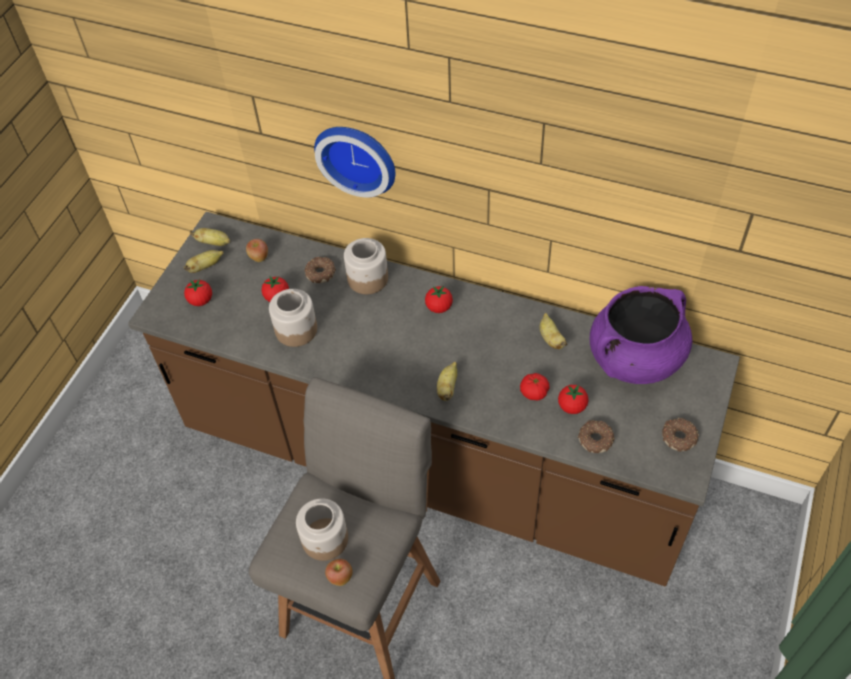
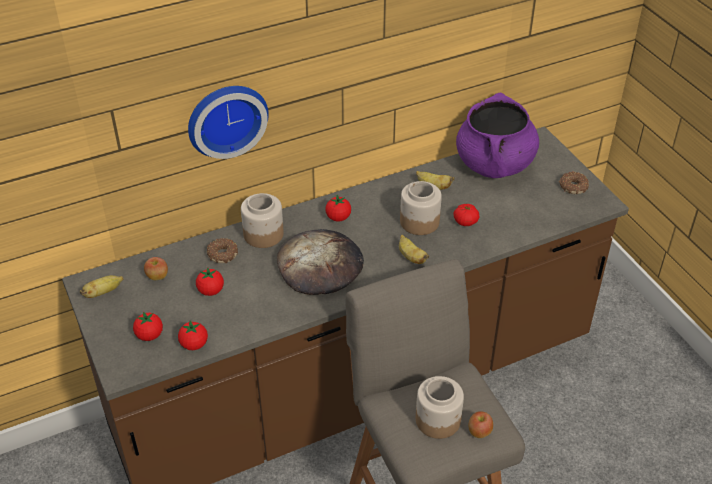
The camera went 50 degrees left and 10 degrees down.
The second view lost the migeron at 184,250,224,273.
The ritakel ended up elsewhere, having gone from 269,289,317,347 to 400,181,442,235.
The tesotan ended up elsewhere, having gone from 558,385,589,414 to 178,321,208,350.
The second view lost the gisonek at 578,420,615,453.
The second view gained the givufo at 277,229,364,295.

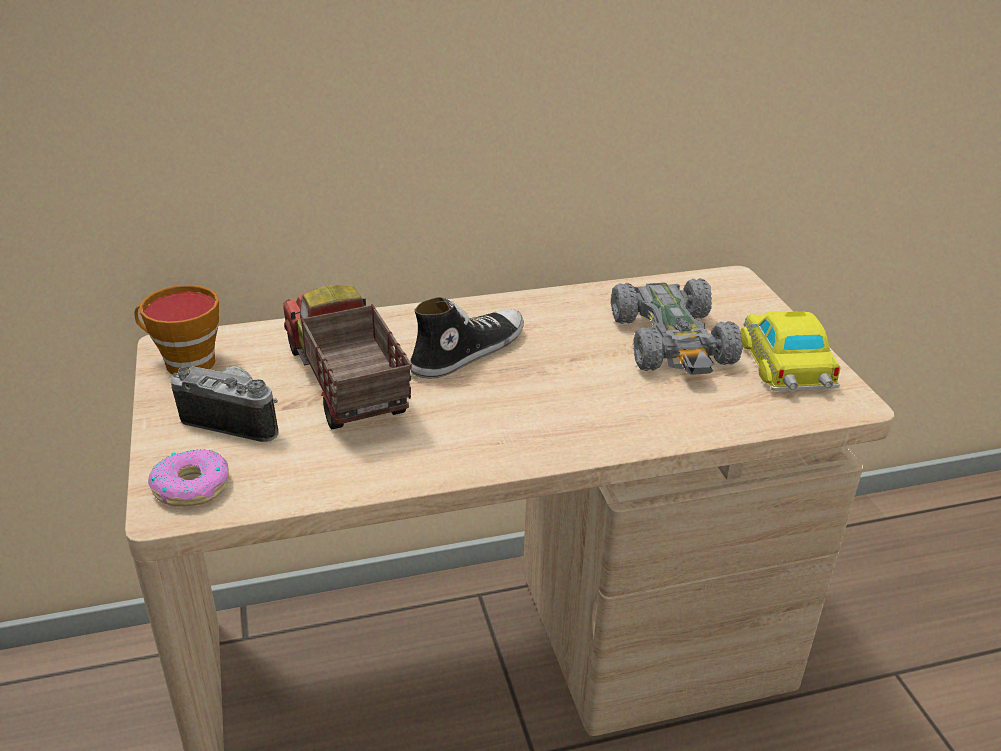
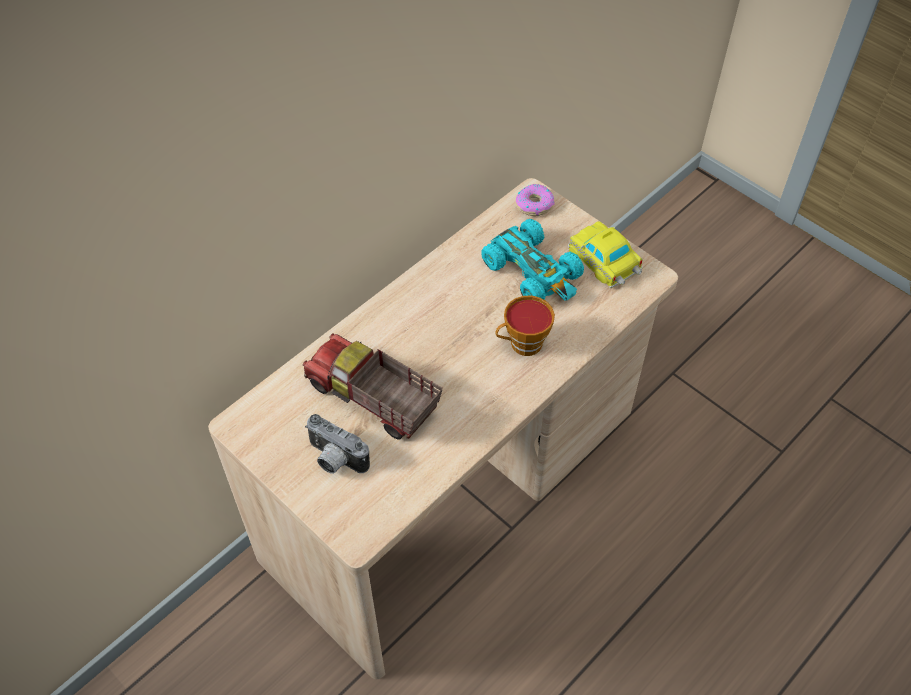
The camera went 30 degrees left and 20 degrees up.
The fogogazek ended up elsewhere, having gone from 135,285,219,375 to 495,296,555,356.
The gisonek ended up elsewhere, having gone from 148,449,229,507 to 516,184,555,216.
The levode at 170,366,279,442 ended up facing another way, 135 degrees counterclockwise from before.
The second view lost the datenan at 410,297,524,378.
What was the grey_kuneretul at 611,278,743,375 turned into the turquoise_kuneretul at 481,219,584,301.

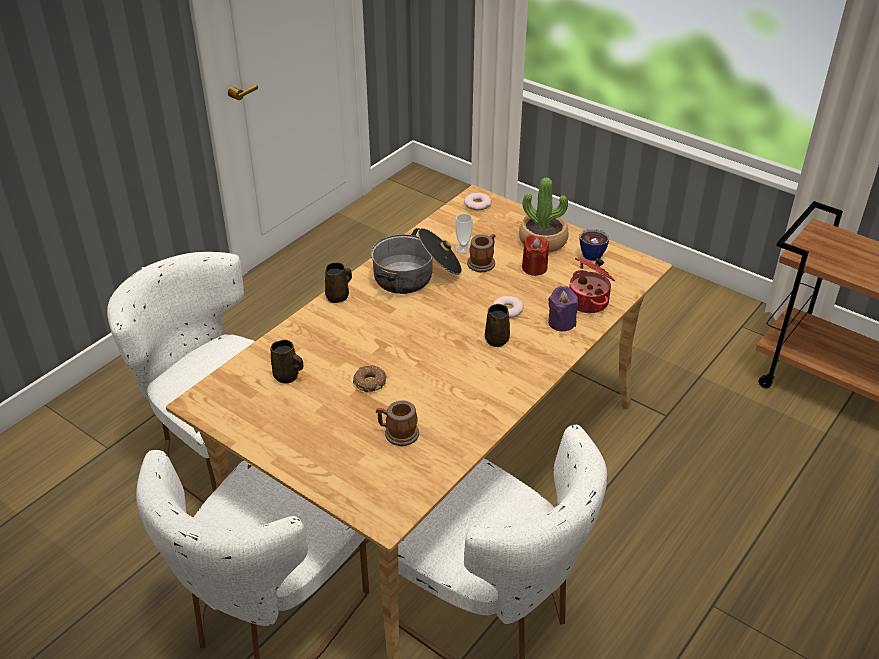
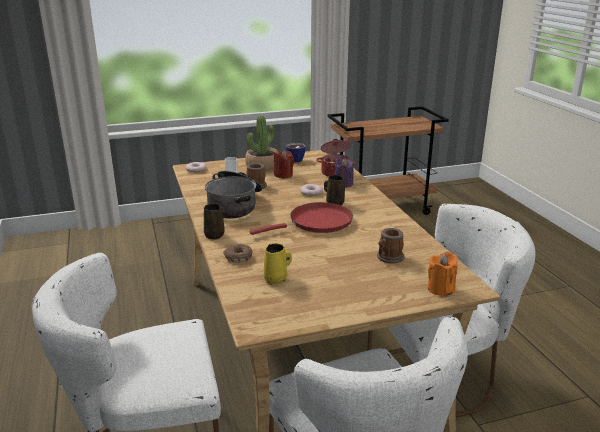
The camera went 55 degrees left and 15 degrees down.
What was the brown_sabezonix at 270,339,303,384 turned into the yellow_sabezonix at 264,243,292,284.
The gisonek ended up elsewhere, having gone from 353,365,387,392 to 223,243,253,263.
The second view gained the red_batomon at 249,202,353,235.
The second view gained the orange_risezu at 428,252,458,297.

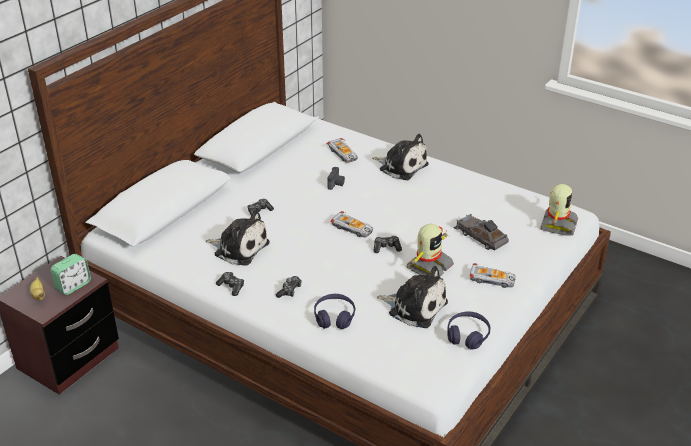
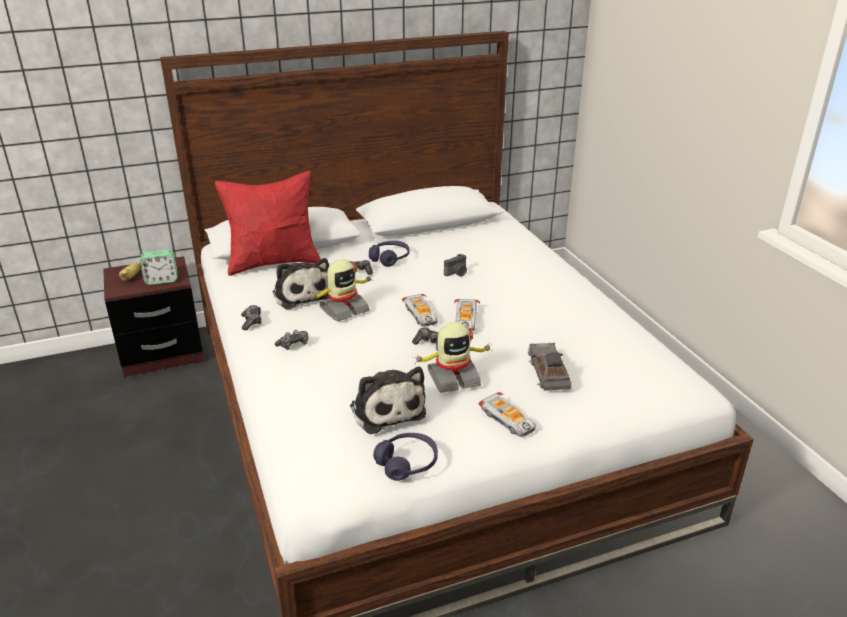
The camera went 35 degrees right and 5 degrees down.
The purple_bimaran ended up elsewhere, having gone from 314,294,355,329 to 369,241,409,267.
The kuneretul ended up elsewhere, having gone from 327,138,358,163 to 454,299,480,332.
The second view lost the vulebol at 372,134,429,180.
The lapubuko ended up elsewhere, having gone from 540,184,578,236 to 308,259,373,322.
The second view gained the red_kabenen at 215,171,321,276.

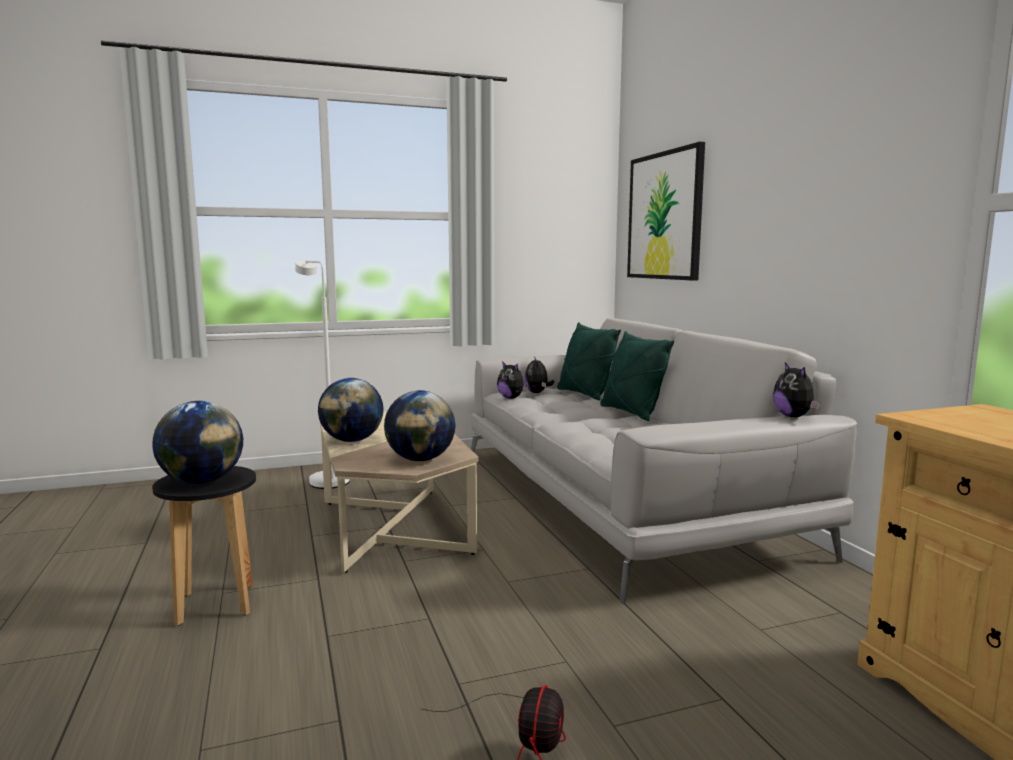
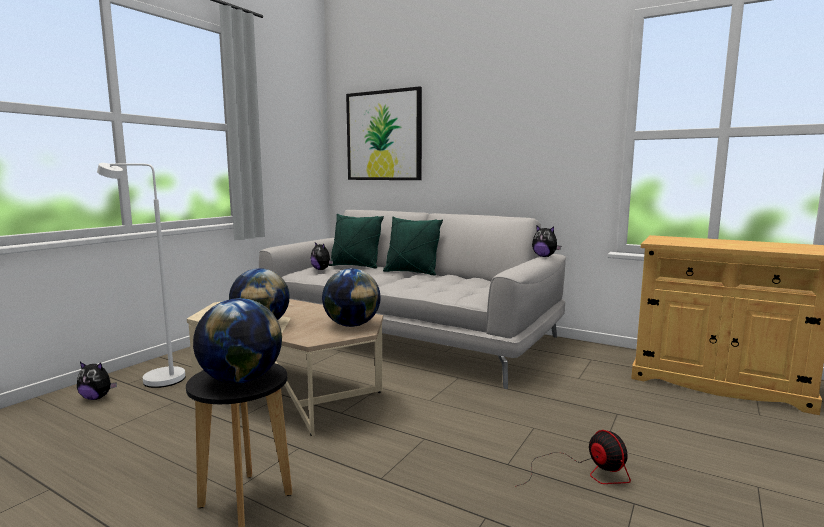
The camera went 40 degrees left and 0 degrees up.
The vulebol ended up elsewhere, having gone from 497,361,528,399 to 77,362,117,400.

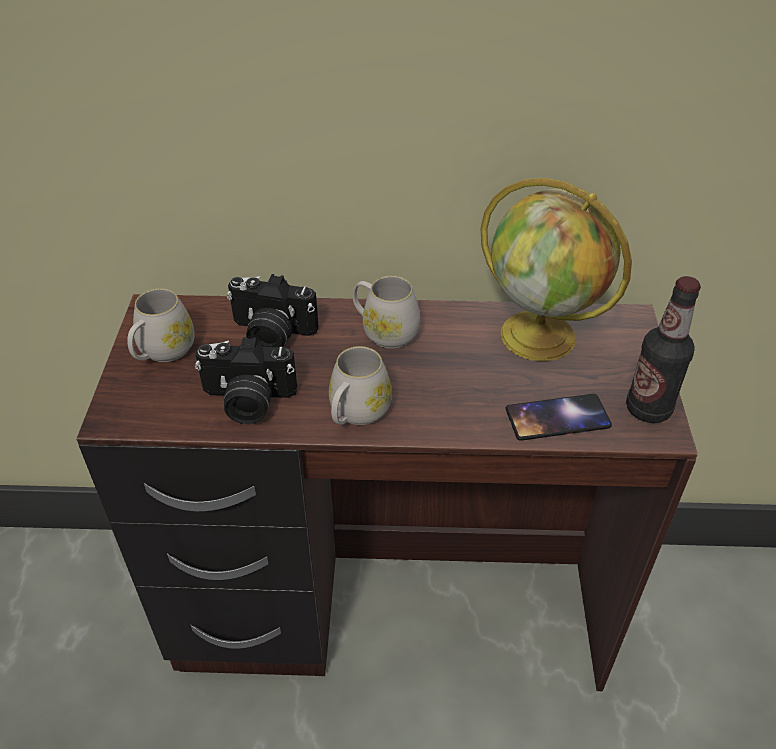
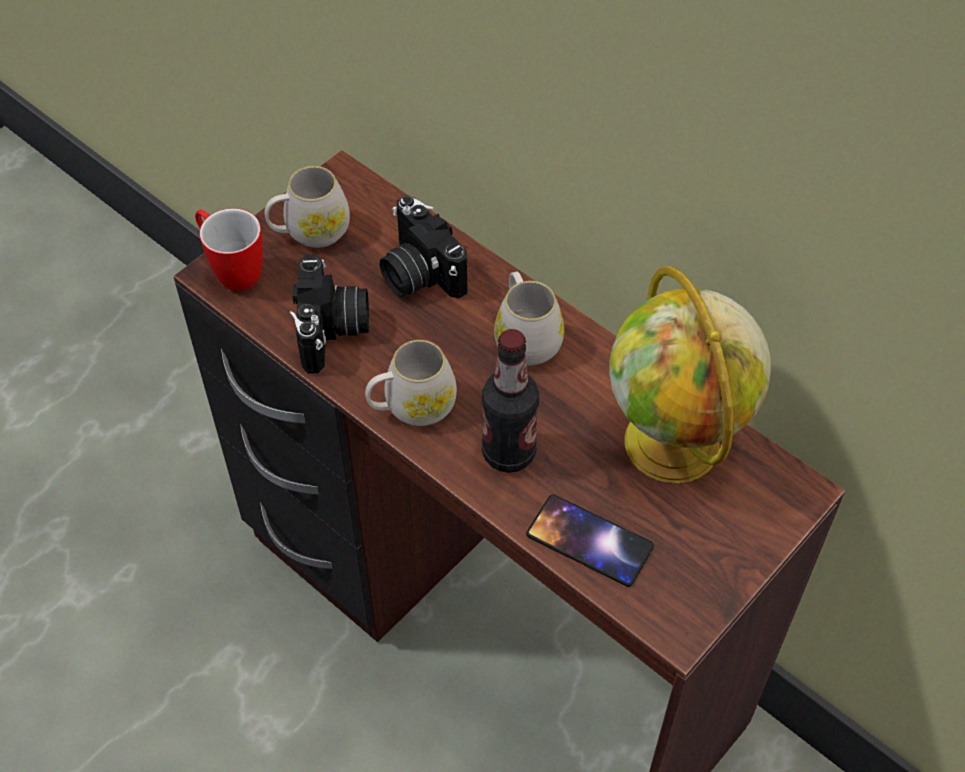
The camera went 40 degrees right and 10 degrees up.
The levode at 195,337,297,424 ended up facing another way, 135 degrees counterclockwise from before.
The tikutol ended up elsewhere, having gone from 626,276,701,423 to 482,329,539,473.
The second view gained the sabezonix at 195,208,263,291.

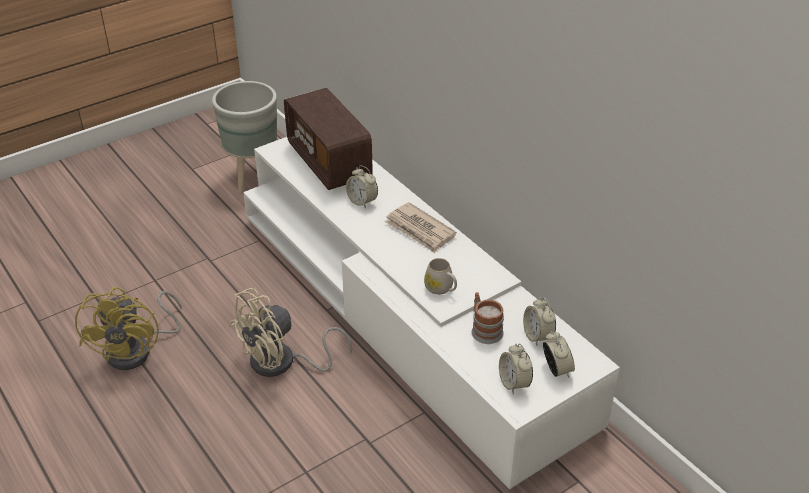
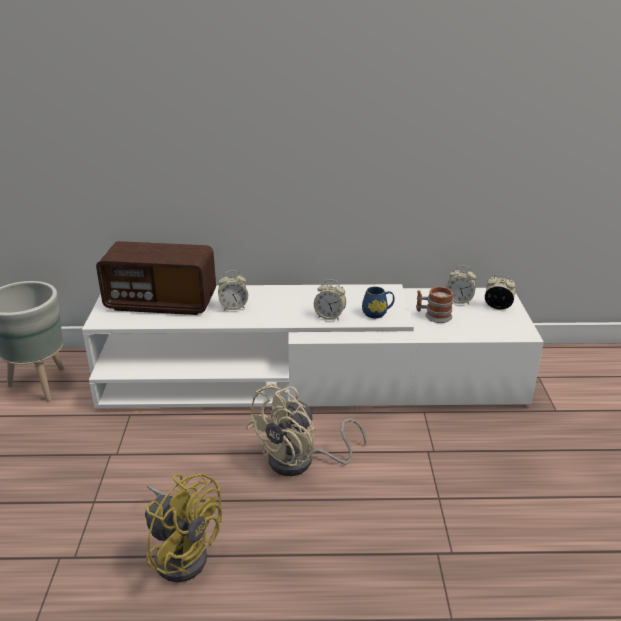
The camera went 55 degrees left and 10 degrees down.
The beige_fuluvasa at 229,288,352,377 ended up facing another way, 45 degrees clockwise from before.
The second view lost the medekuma at 385,202,457,253.
What was the white_sabezonix at 424,258,457,295 turned into the blue_sabezonix at 362,286,394,318.
The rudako ended up elsewhere, having gone from 499,343,533,394 to 314,279,346,321.

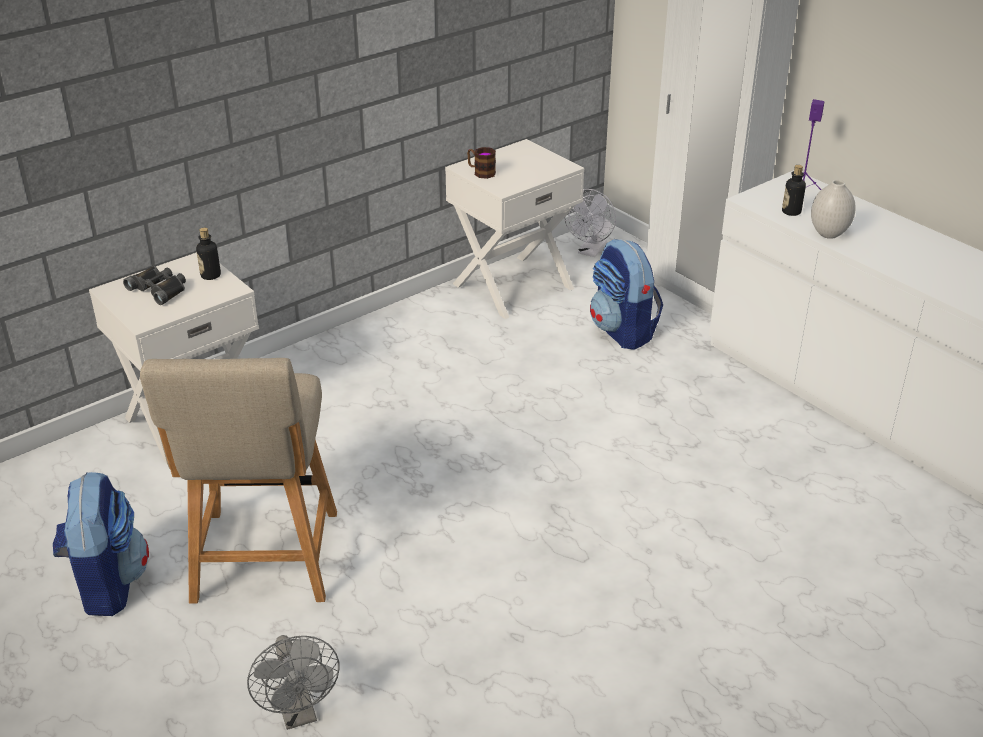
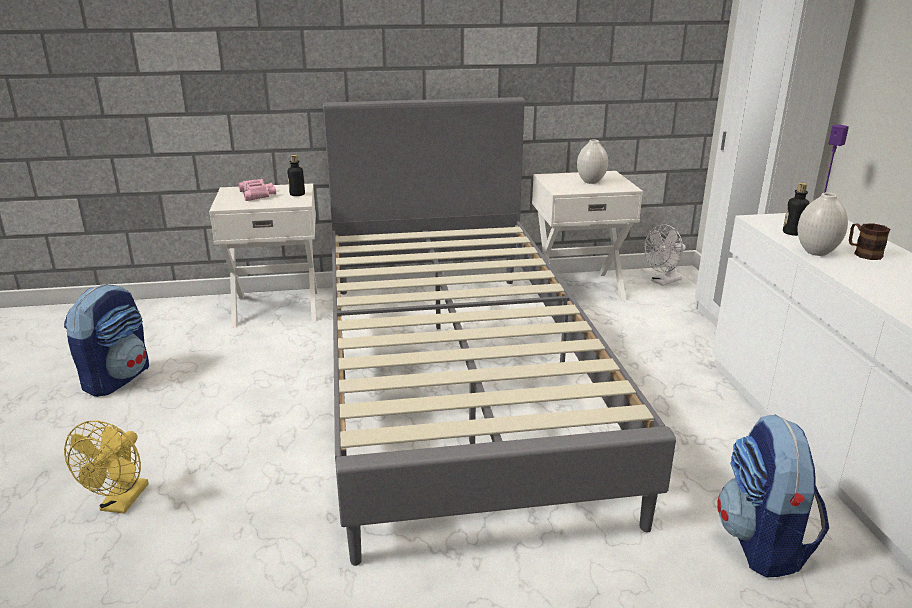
The camera went 30 degrees right and 10 degrees down.
What was the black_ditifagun at 123,266,186,305 turned into the pink_ditifagun at 238,179,276,201.
The second view lost the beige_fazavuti at 140,358,337,604.
What was the grey_fuluvasa at 247,635,339,730 turned into the yellow_fuluvasa at 64,421,149,514.
The sabezonix ended up elsewhere, having gone from 467,147,496,179 to 849,223,890,260.
The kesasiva ended up elsewhere, having gone from 590,239,663,350 to 717,415,829,578.
The second view gained the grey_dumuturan at 323,97,676,566.
The second view gained the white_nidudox at 577,139,608,184.

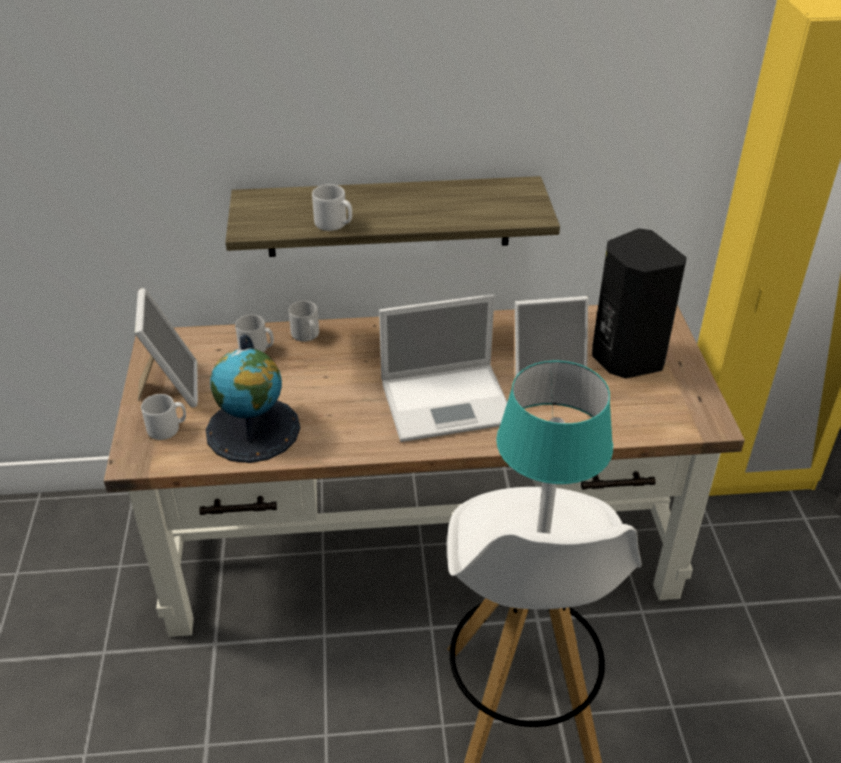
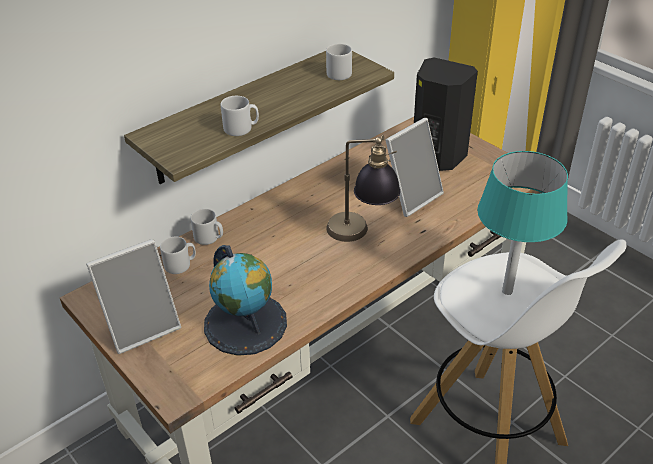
The camera went 35 degrees left and 0 degrees up.
The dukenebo at 135,288,198,407 ended up facing another way, 105 degrees clockwise from before.
The grey_sabezonix ended up elsewhere, having gone from 141,394,186,440 to 326,44,352,80.
Where the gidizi stood at 379,294,507,442, the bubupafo came to stand at 326,135,400,242.

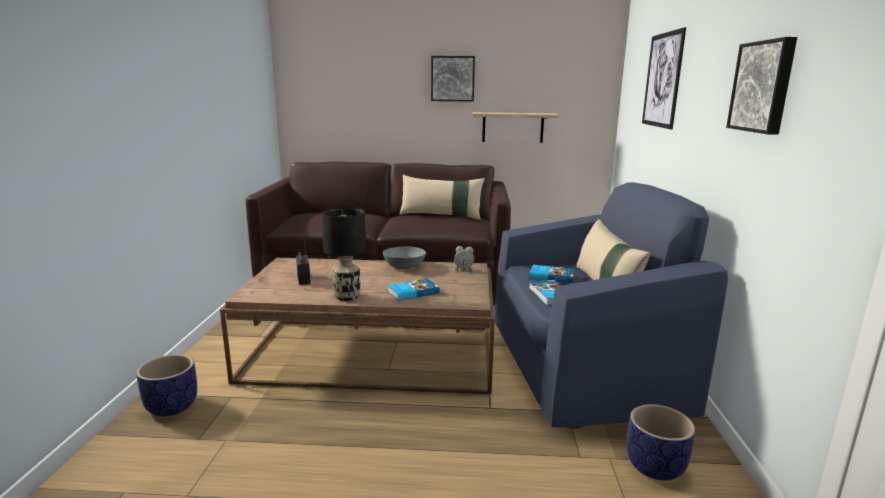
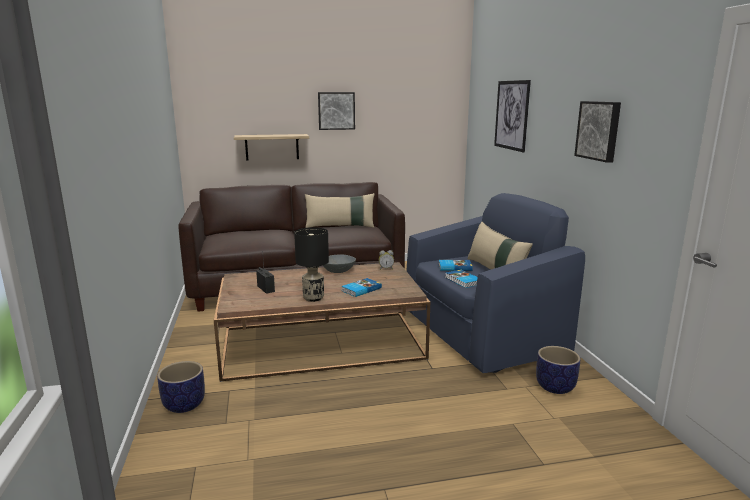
The camera went 15 degrees left and 0 degrees up.
The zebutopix ended up elsewhere, having gone from 472,112,559,143 to 234,134,309,161.

